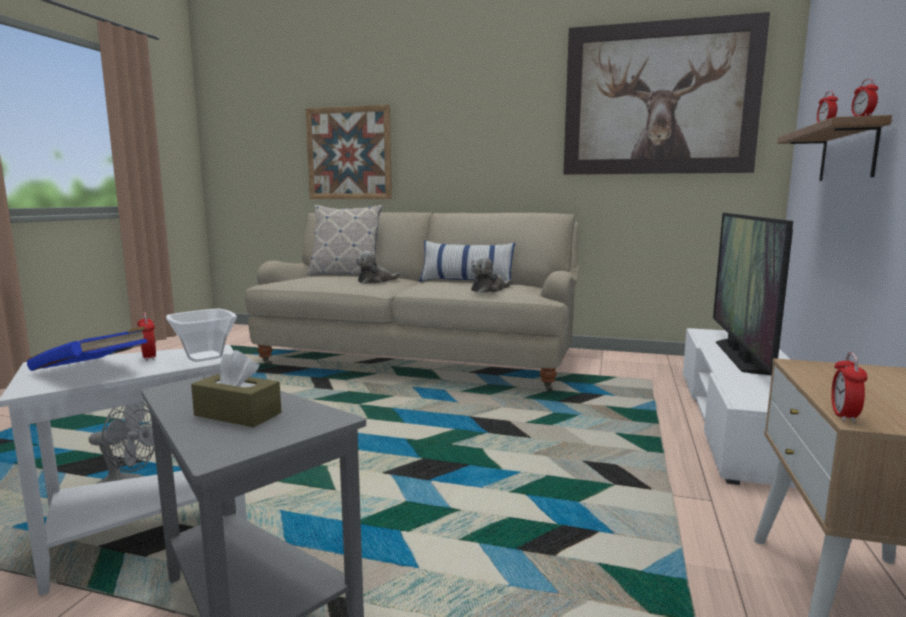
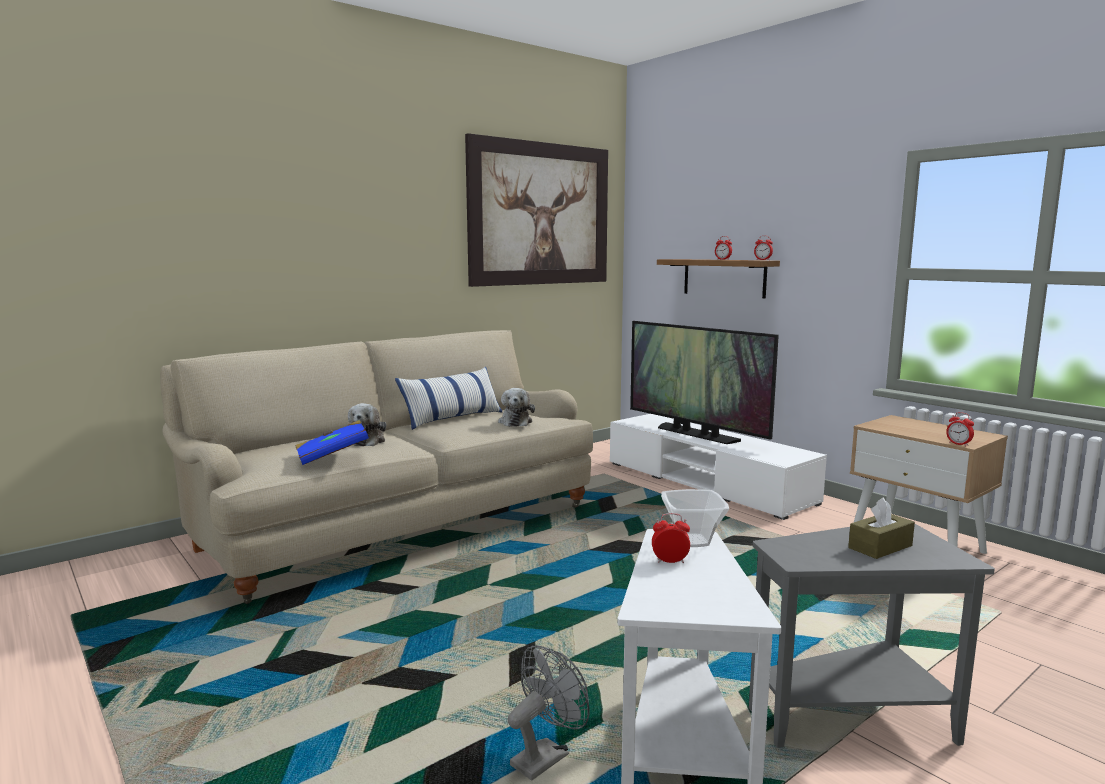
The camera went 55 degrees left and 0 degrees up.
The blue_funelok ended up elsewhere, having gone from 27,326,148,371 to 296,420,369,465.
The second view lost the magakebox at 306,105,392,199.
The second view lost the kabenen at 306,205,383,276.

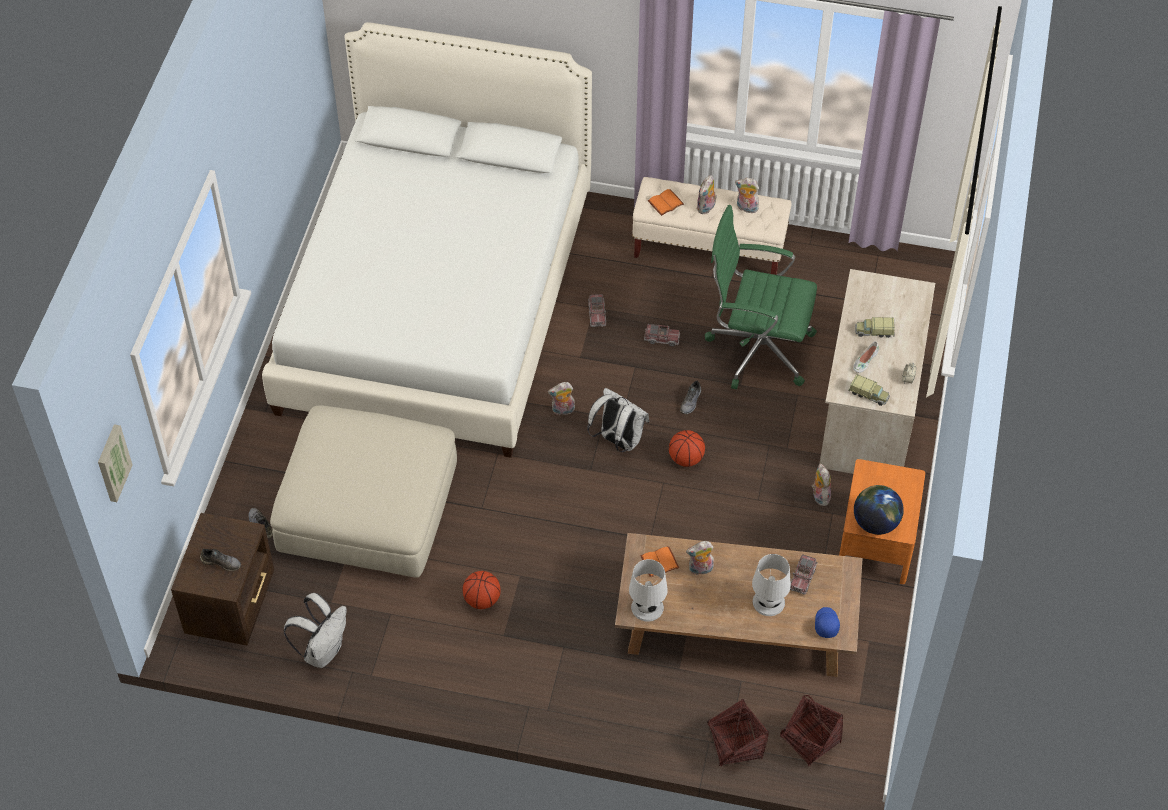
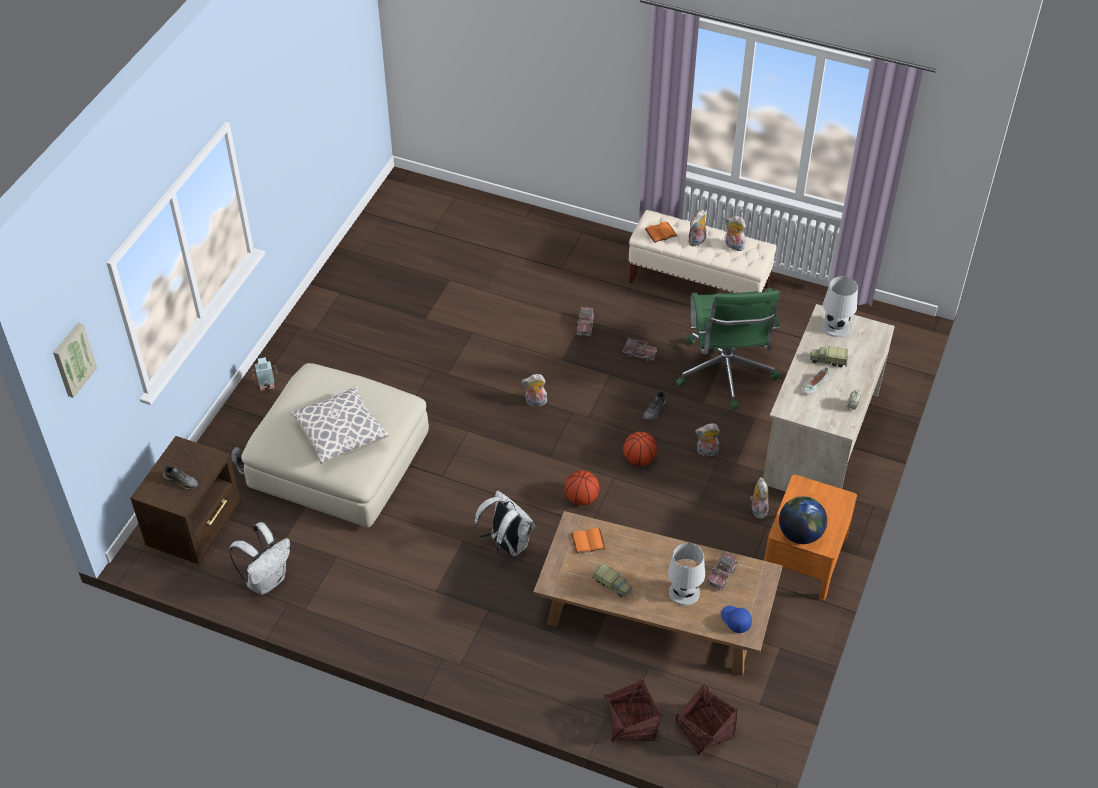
The camera went 10 degrees right and 5 degrees down.
The second view lost the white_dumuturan at 262,22,592,458.
The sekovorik ended up elsewhere, having gone from 463,571,501,609 to 565,471,599,505.
The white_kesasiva ended up elsewhere, having gone from 587,388,649,452 to 474,490,535,556.
The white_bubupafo ended up elsewhere, having gone from 629,559,668,622 to 822,276,858,337.
The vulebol ended up elsewhere, having gone from 686,541,714,575 to 695,423,720,458.
The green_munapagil at 705,205,817,389 ended up facing another way, 120 degrees counterclockwise from before.
The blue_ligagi at 815,607,840,638 ended up facing another way, 45 degrees counterclockwise from before.
The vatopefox ended up elsewhere, having gone from 848,374,890,406 to 593,562,632,597.
The second view gained the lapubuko at 253,357,277,391.
The second view gained the kabenen at 290,385,389,464.

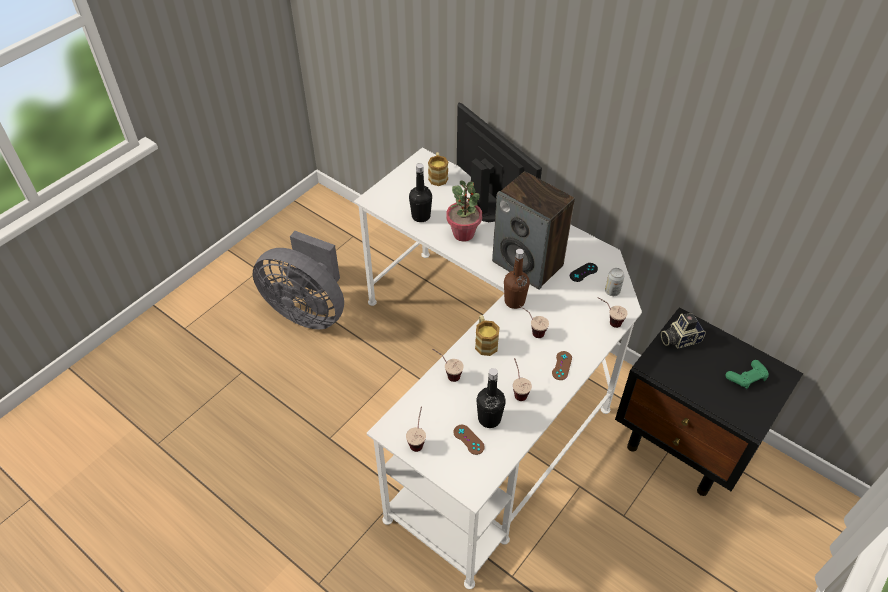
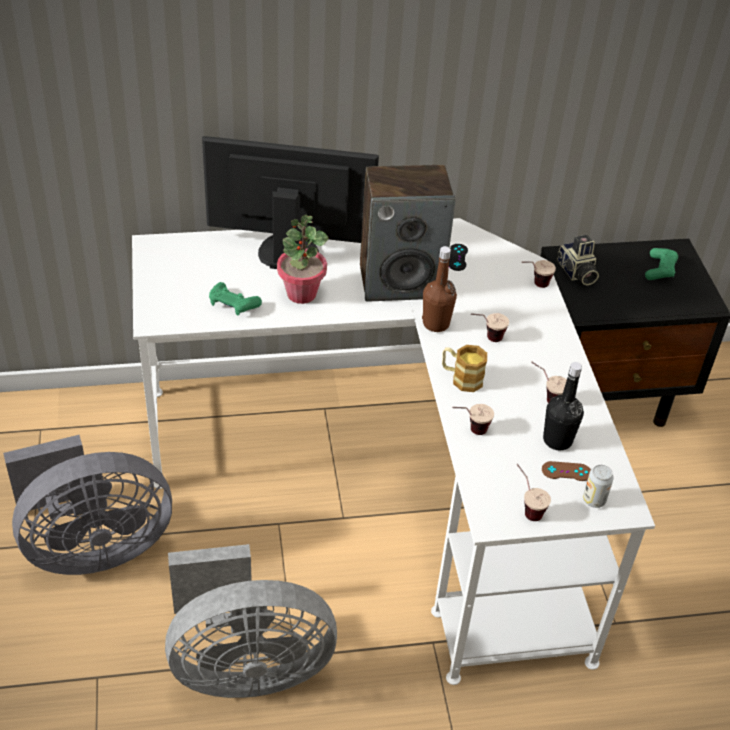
The camera went 50 degrees left and 5 degrees down.
Where the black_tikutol stood at 409,163,432,222, the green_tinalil came to stand at 209,282,262,316.
The second view lost the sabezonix at 428,152,448,186.
The second view lost the brown_tinalil at 552,351,572,380.
The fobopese ended up elsewhere, having gone from 605,268,624,296 to 583,465,614,508.
The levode at 661,313,706,349 ended up facing another way, 45 degrees counterclockwise from before.
The second view gained the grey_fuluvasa at 165,544,337,698.

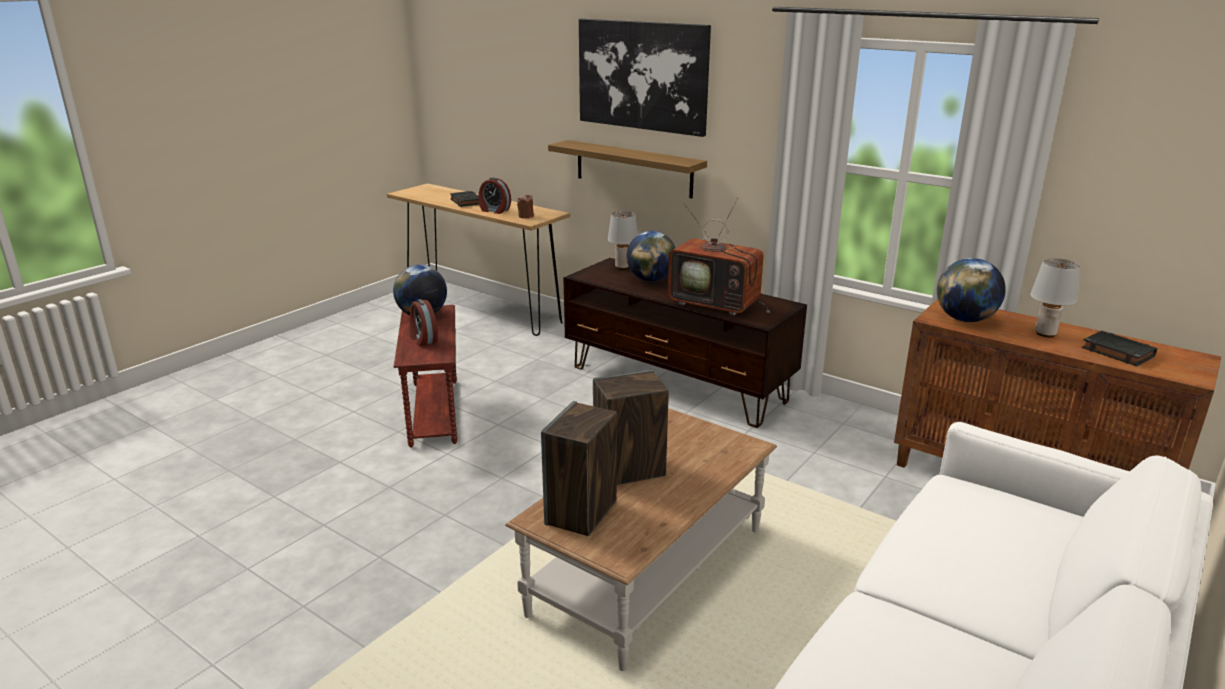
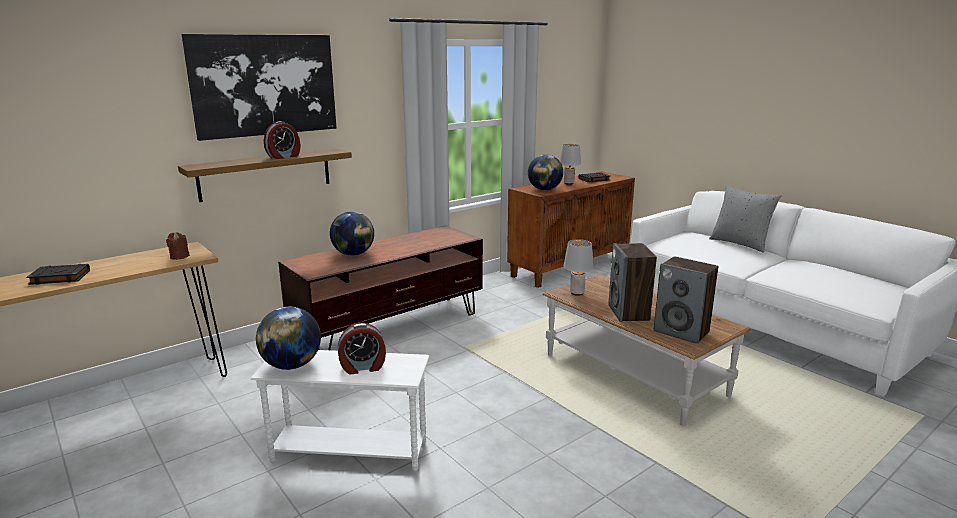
The camera went 75 degrees left and 5 degrees down.
What was the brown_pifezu at 394,305,457,448 turned into the white_pifezu at 251,350,429,471.
The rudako ended up elsewhere, having gone from 478,177,511,214 to 264,121,300,159.
The grey_bubupafo ended up elsewhere, having gone from 608,211,638,269 to 564,239,594,296.
The second view lost the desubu at 668,197,770,315.
The second view gained the grey_kabenen at 709,185,782,253.

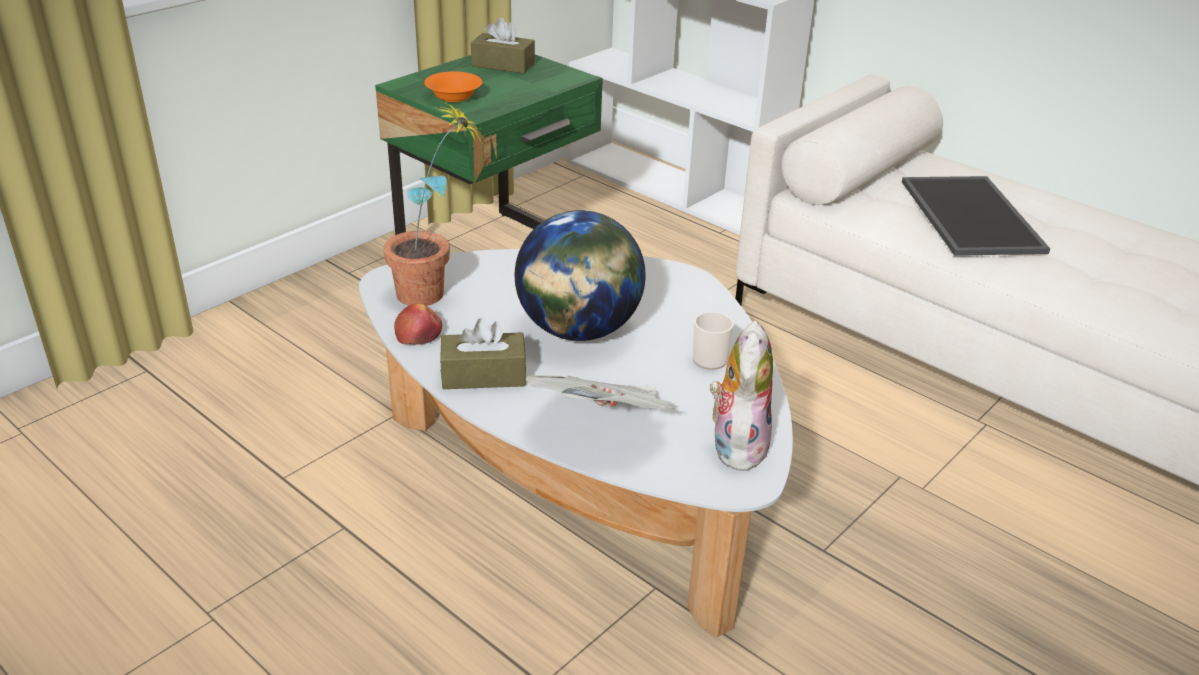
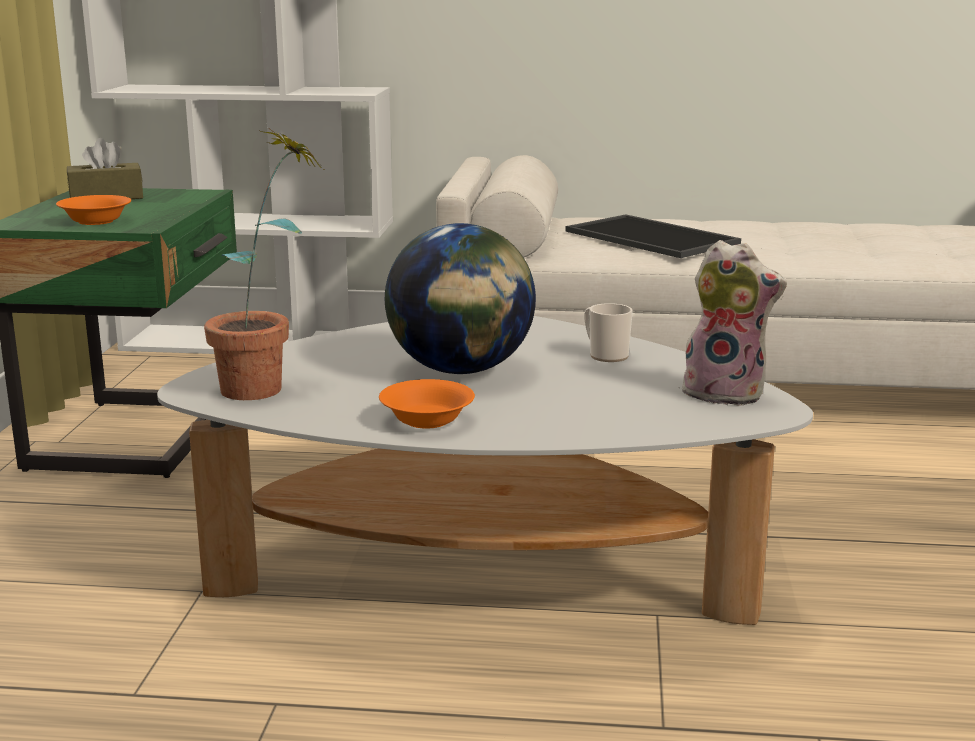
The camera went 35 degrees left and 15 degrees down.
The second view lost the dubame at 394,303,442,345.
Where the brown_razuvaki stood at 440,318,527,389, the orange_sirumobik came to stand at 379,379,475,429.
The second view lost the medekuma at 526,375,675,410.
The vulebol at 710,320,773,474 ended up facing another way, 135 degrees clockwise from before.

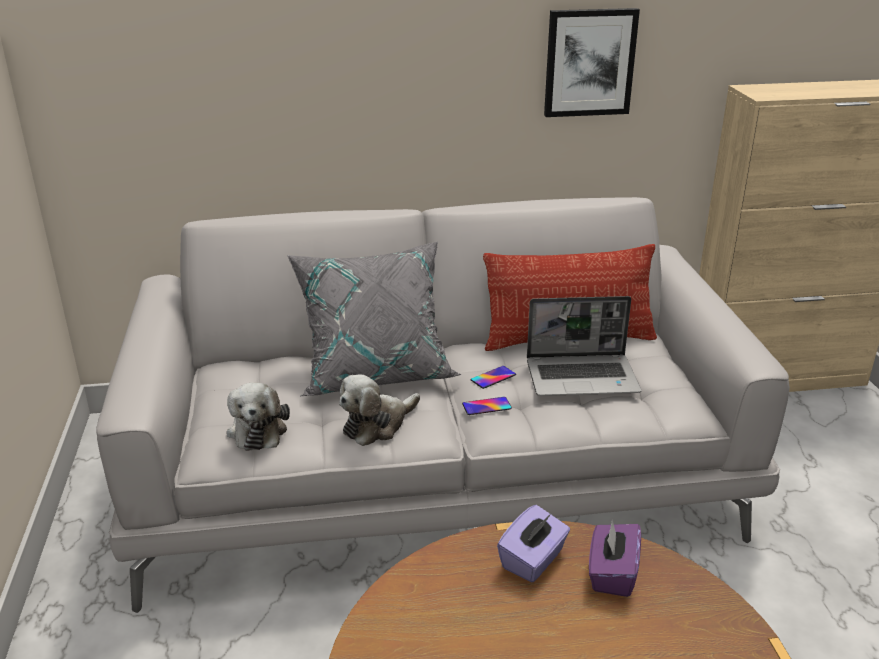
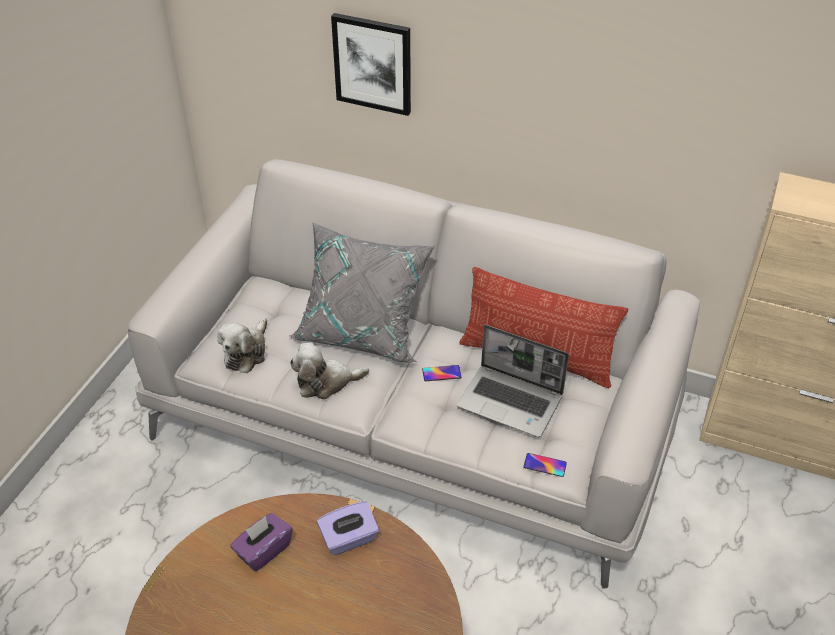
The camera went 30 degrees right and 15 degrees up.
The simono ended up elsewhere, having gone from 462,397,512,415 to 523,453,567,477.
The magakebox ended up elsewhere, having gone from 544,8,640,117 to 331,13,411,116.
The purple_razuvaki ended up elsewhere, having gone from 589,520,641,597 to 230,513,293,572.

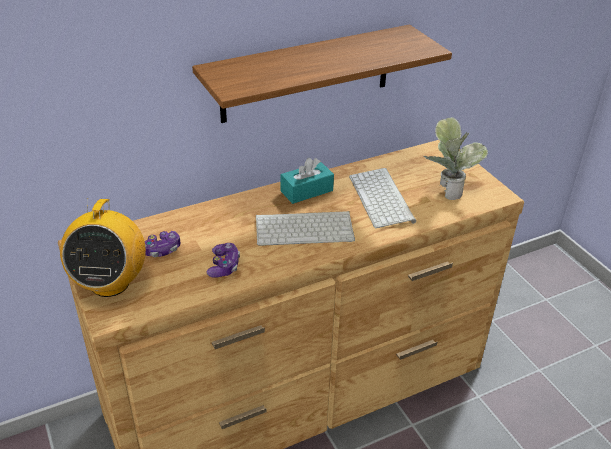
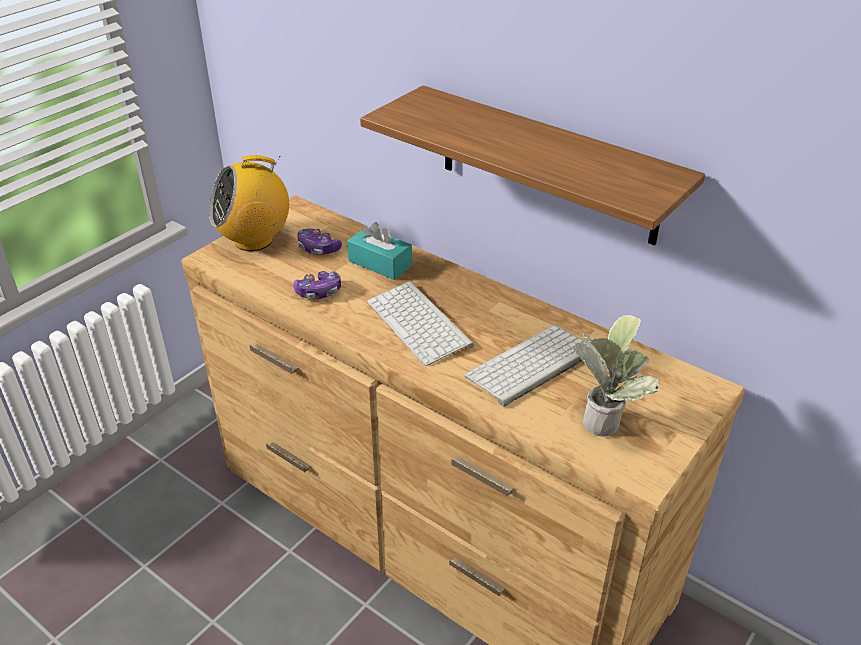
The camera went 65 degrees right and 0 degrees up.
The turquoise_razuvaki ended up elsewhere, having gone from 280,158,334,204 to 347,222,412,280.

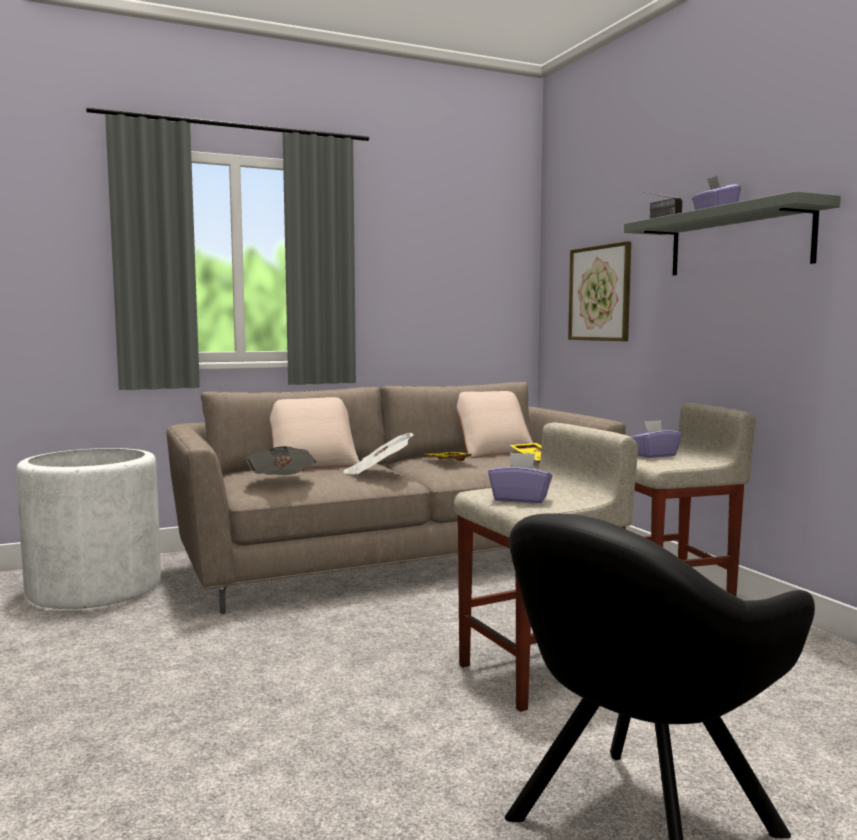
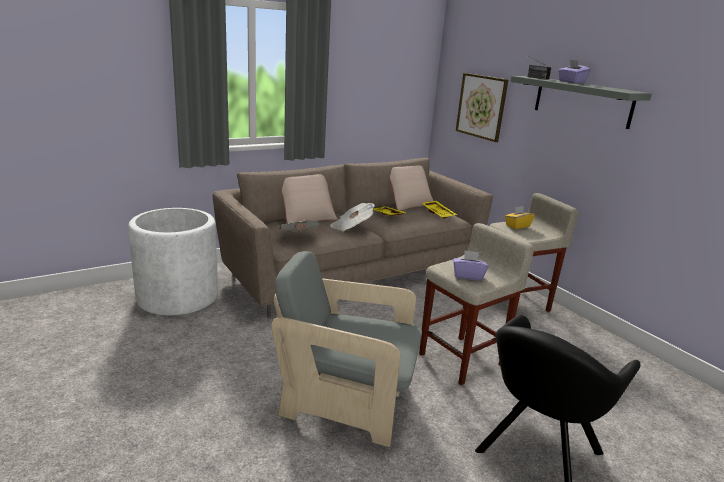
The camera went 10 degrees left and 15 degrees up.
What was the purple_razuvaki at 632,420,682,458 turned into the yellow_razuvaki at 505,206,535,229.
The second view gained the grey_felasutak at 271,251,422,447.

